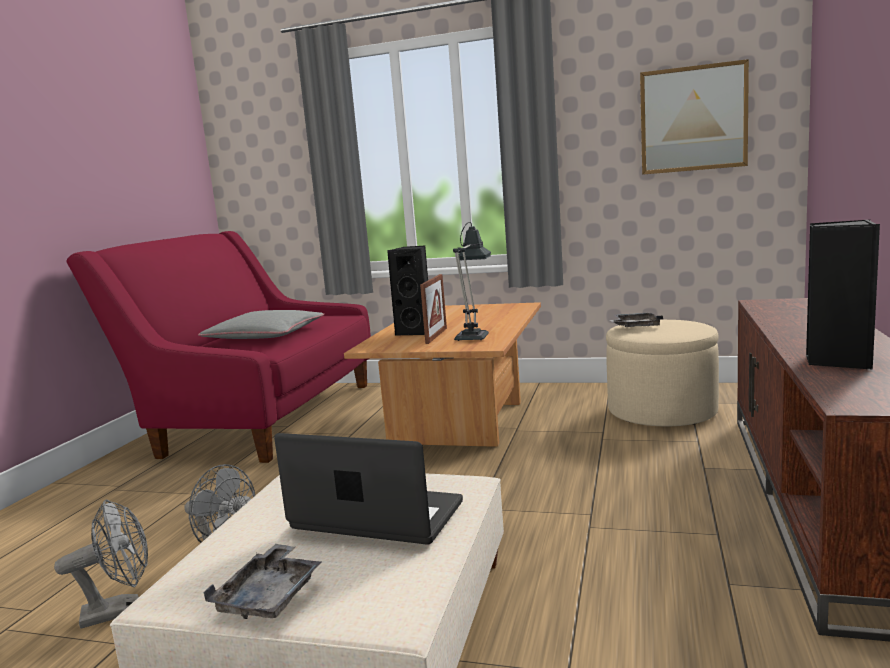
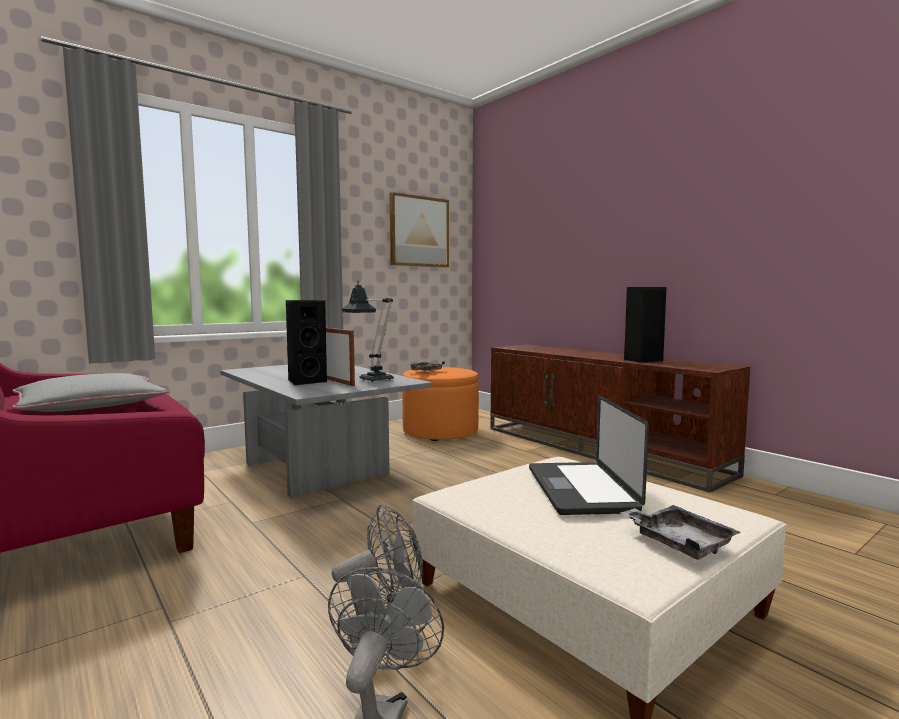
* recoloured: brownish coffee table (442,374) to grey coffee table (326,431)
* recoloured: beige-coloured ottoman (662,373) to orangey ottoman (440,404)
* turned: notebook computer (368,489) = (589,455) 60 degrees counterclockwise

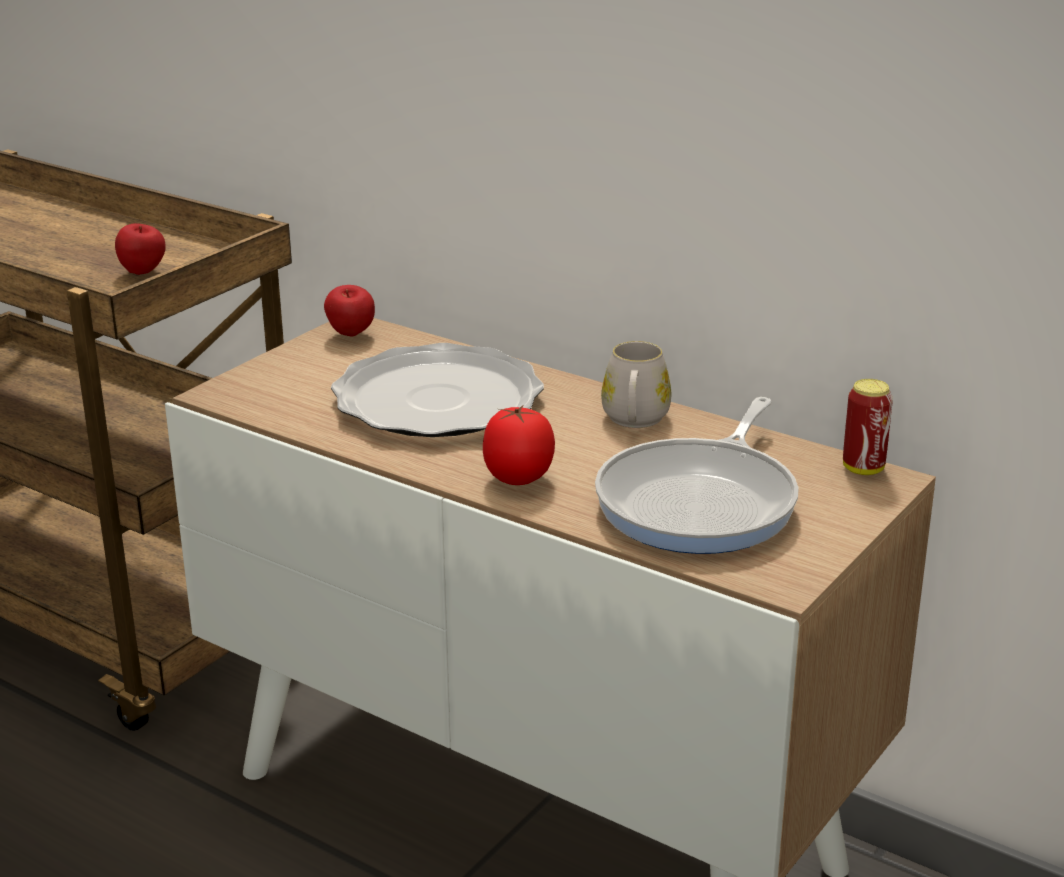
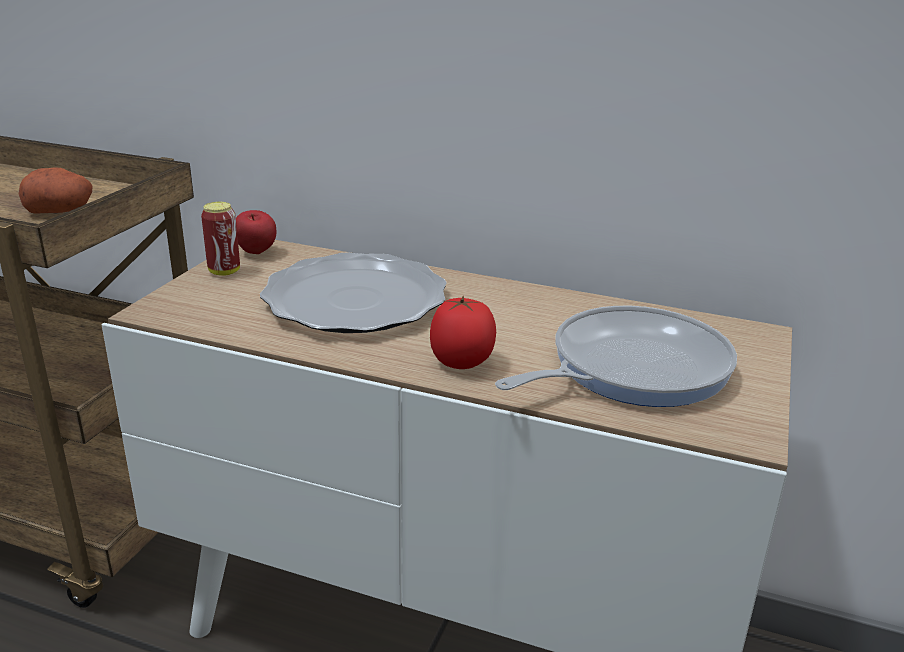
* removed: whitish coffee mug (636,384)
* moved: can (868,427) to (220,239)
* replaced: apple fruit (140,249) to potato (55,190)
* turned: frying pan (696,475) = (616,356) 135 degrees counterclockwise

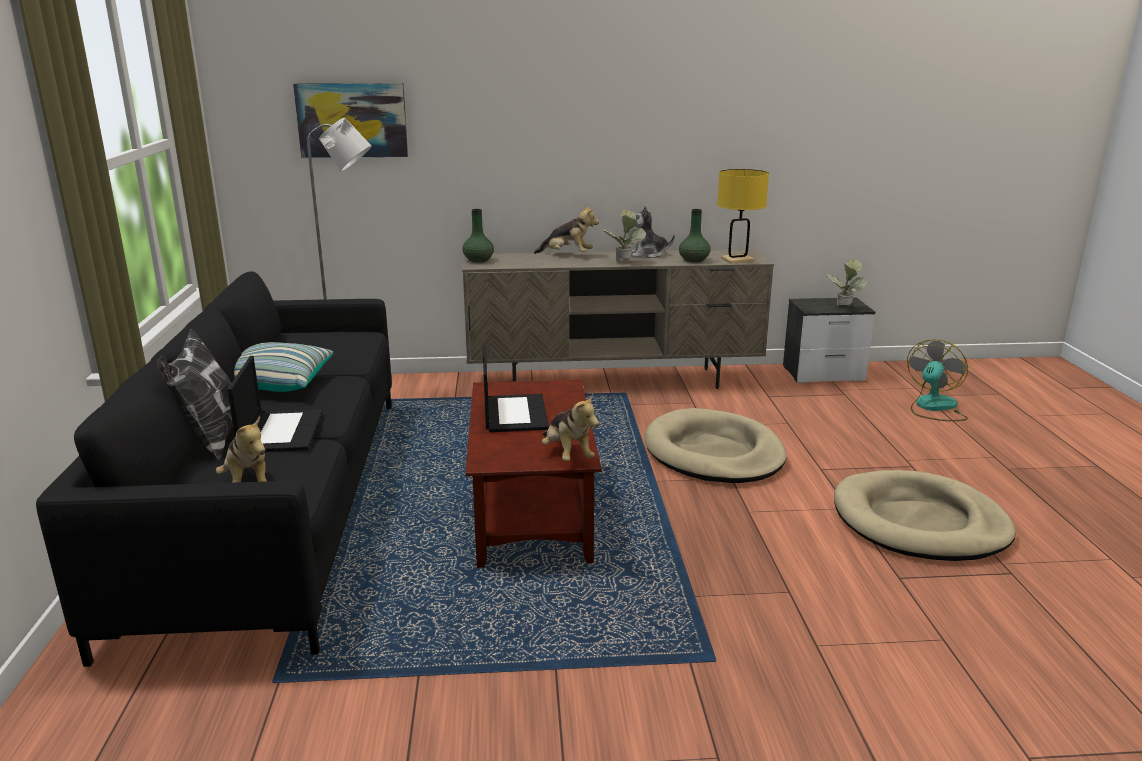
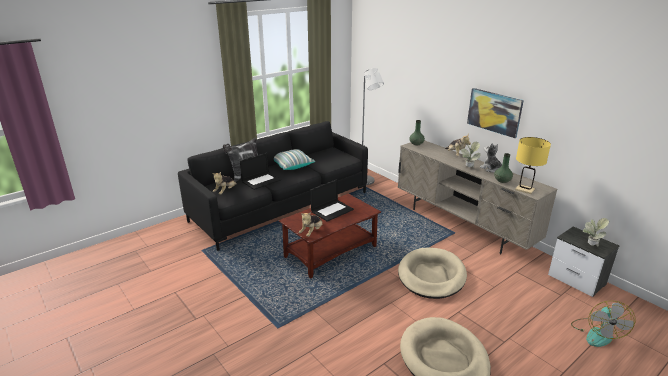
* moved: picture (350,120) to (495,113)
* turned: cooling fan (937,380) = (603,324) 105 degrees clockwise

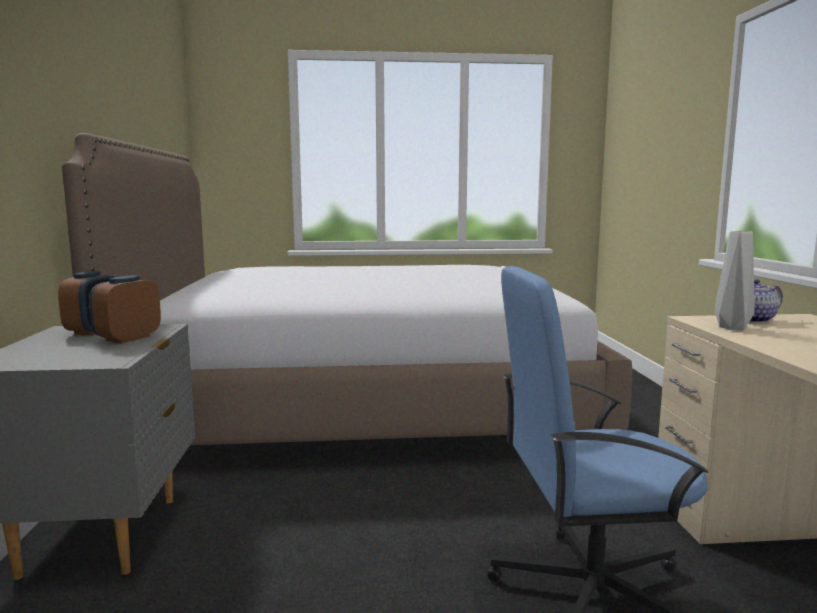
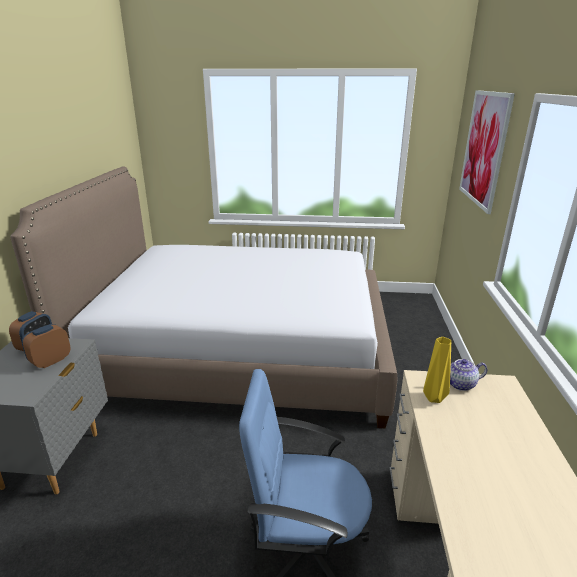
* added: picture (487,152)
* recoloured: grey decorative vase (735,280) to yellow-coloured decorative vase (437,370)

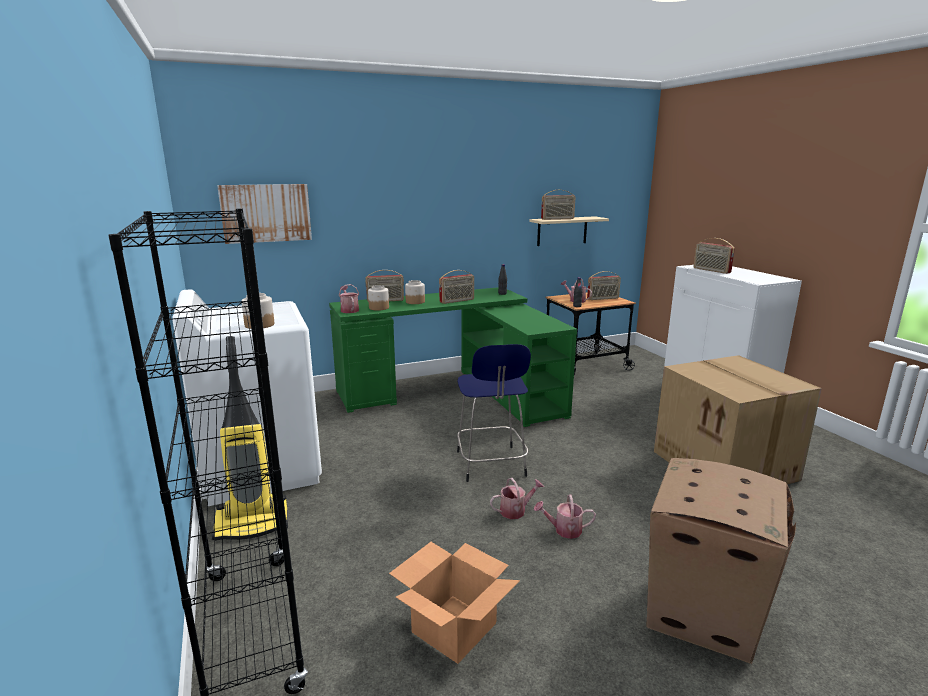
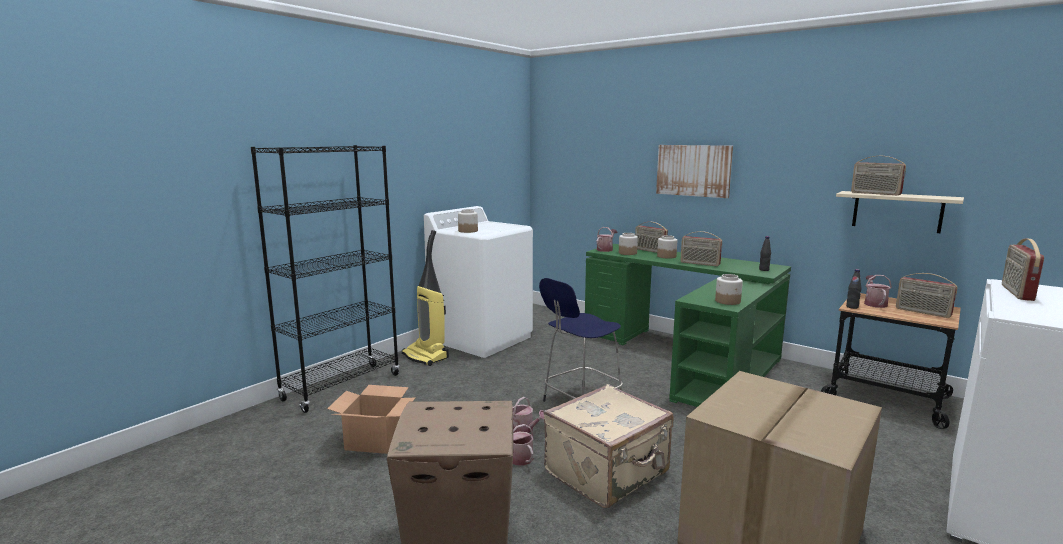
* added: beige-coloured suitcase (609,446)
* added: storage jar (729,289)
* moved: picture (264,214) to (694,171)

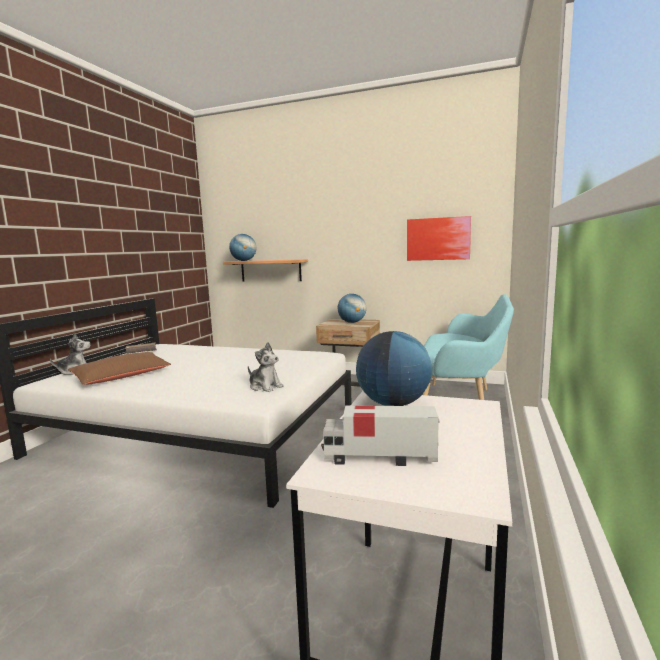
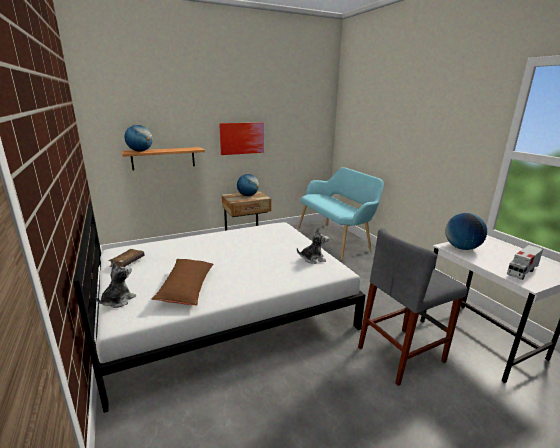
* added: grey stool (413,307)
* moved: picture (439,238) to (241,138)

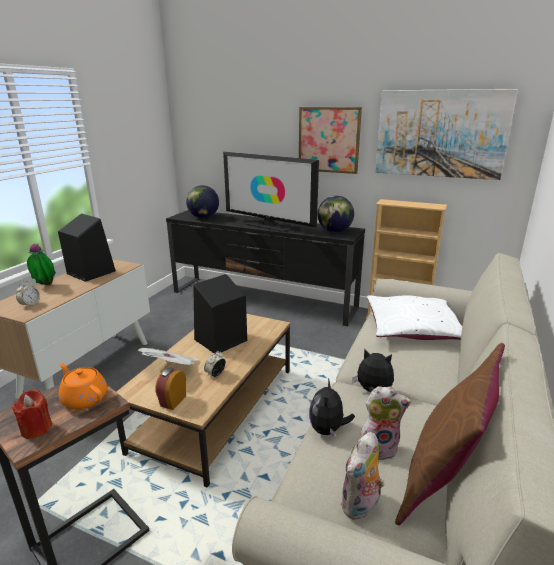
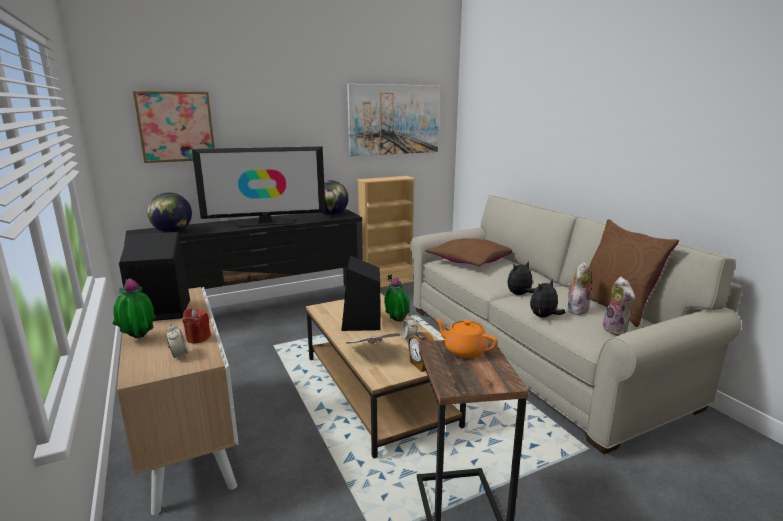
* added: potted plant (396,299)
* moved: red candle (32,414) to (197,325)
* moved: picture (330,140) to (174,127)
* recoloured: whitish cushion (414,317) to brownish cushion (468,252)
* turned: orangey tea pot (83,386) = (466,338) 45 degrees clockwise
* turned: plush toy (332,408) = (548,298) 90 degrees clockwise

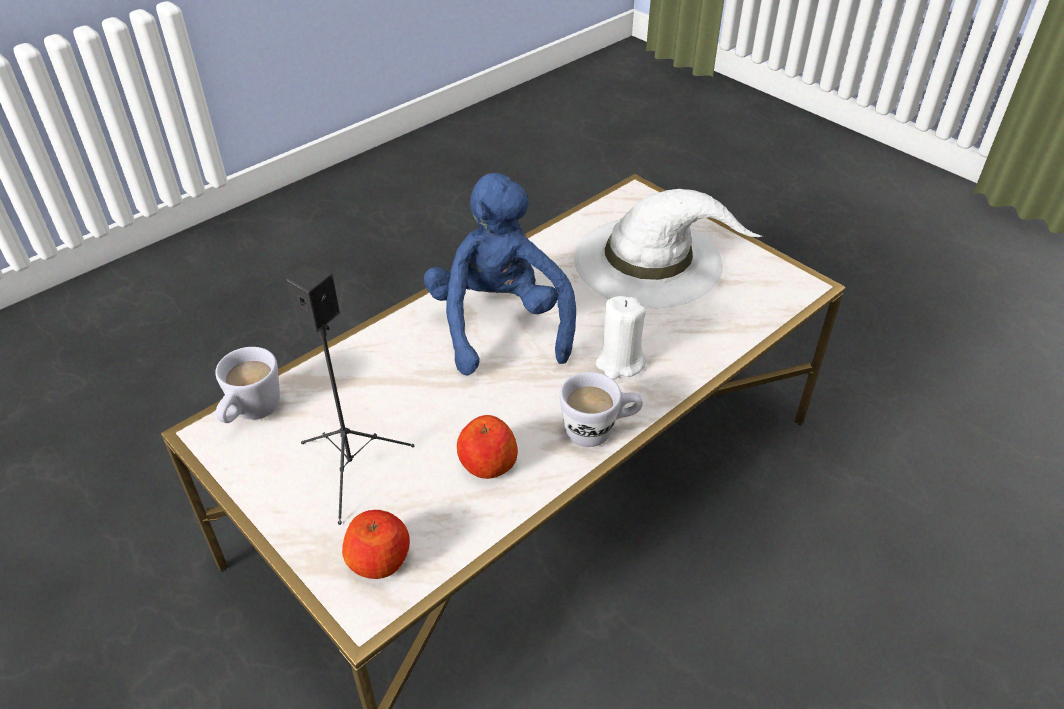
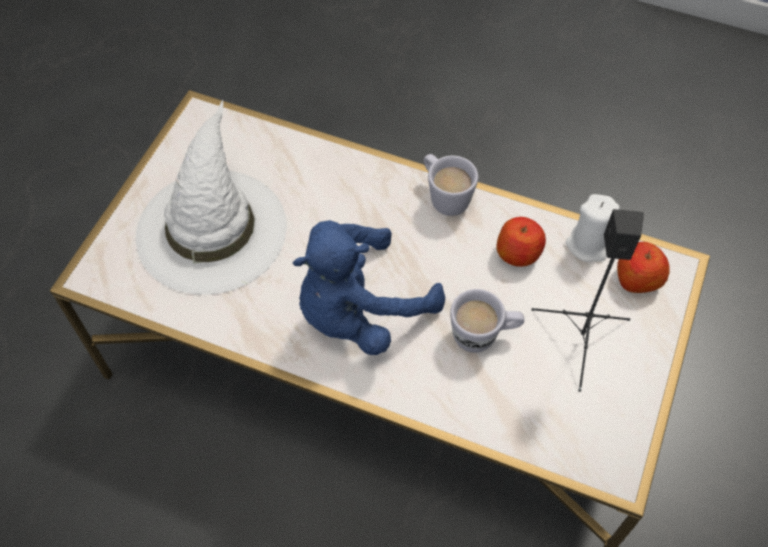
* moved: whitish coffee mug (247,385) to (487,321)
* moved: whitish candle (621,338) to (592,228)

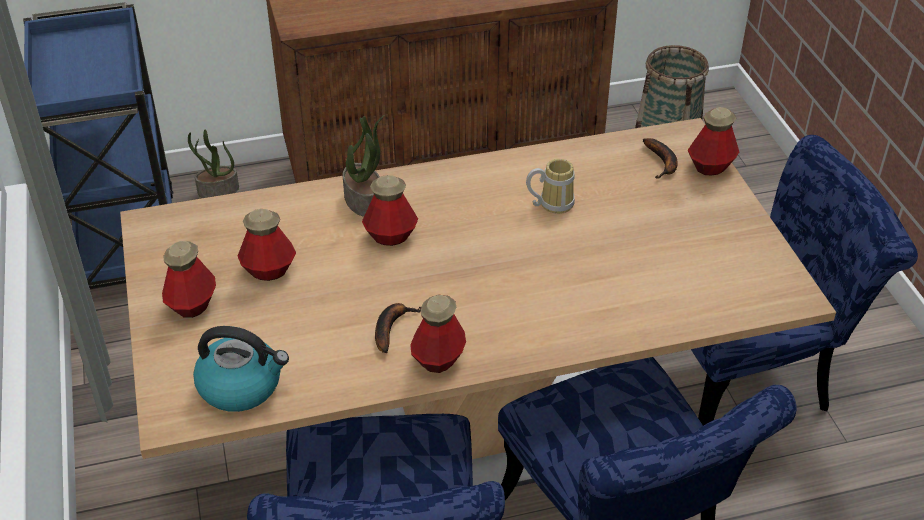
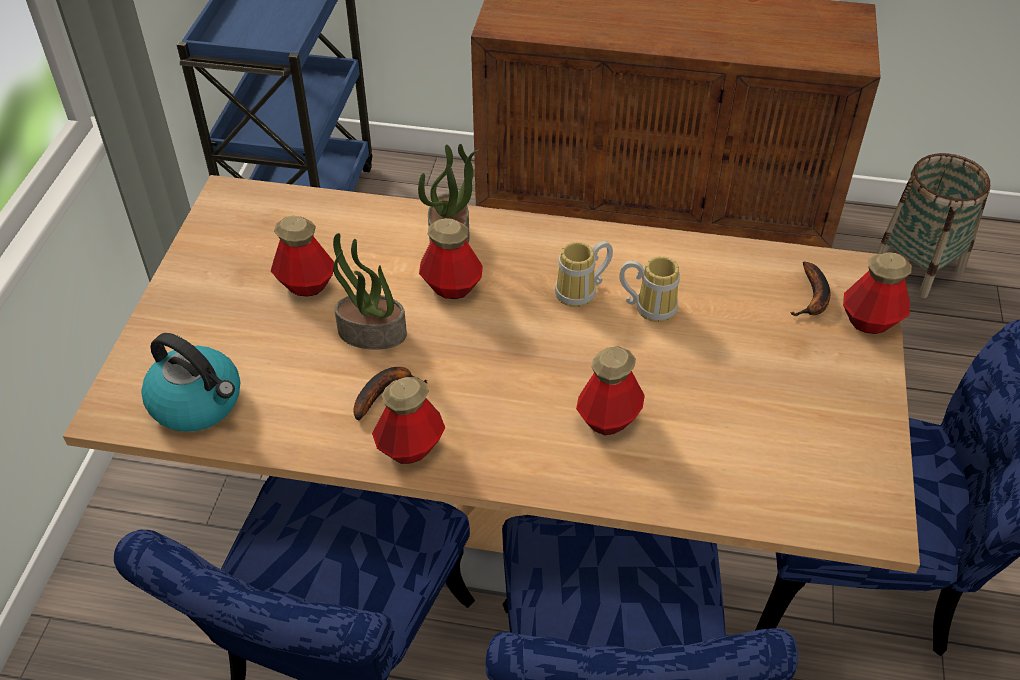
* added: coffee mug (584,274)
* moved: drink bottle (189,279) to (610,390)
* moved: potted plant (213,163) to (370,291)

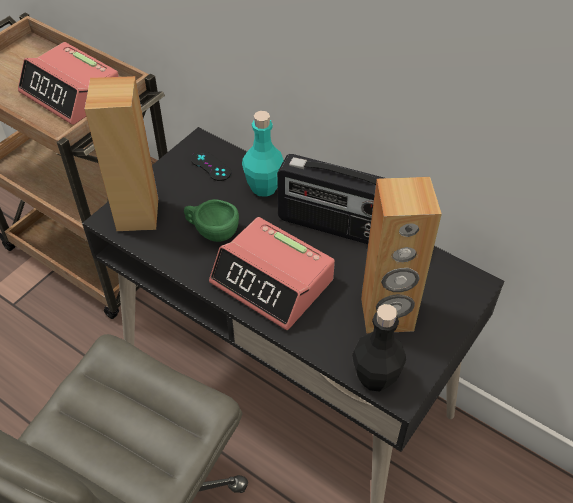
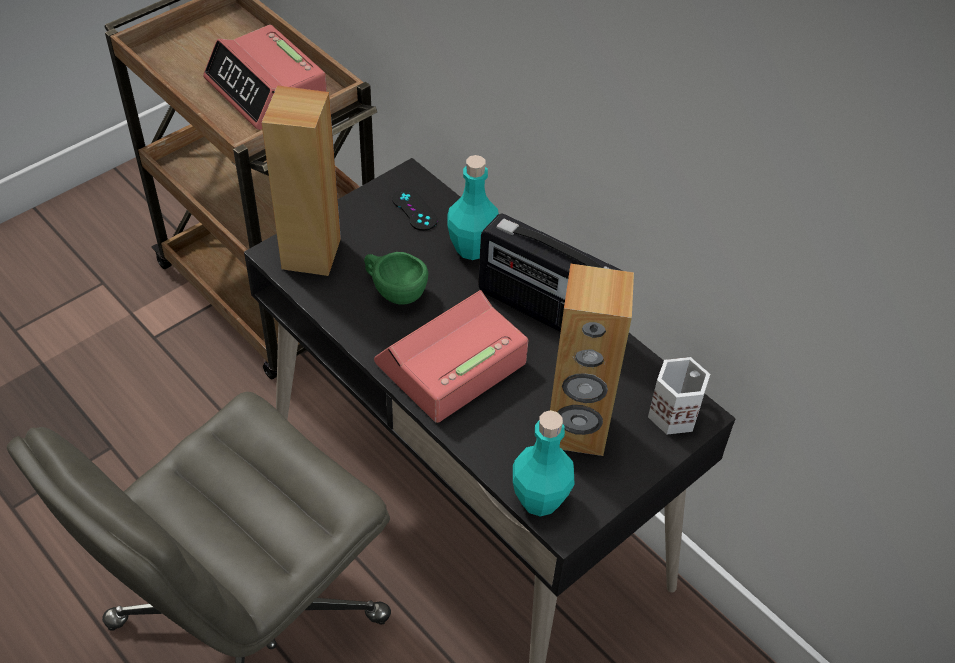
* added: whitish coffee mug (679,396)
* recoloured: black drink bottle (379,347) to blue-green drink bottle (544,463)
* turned: table clock (272,273) = (451,356) 90 degrees clockwise

